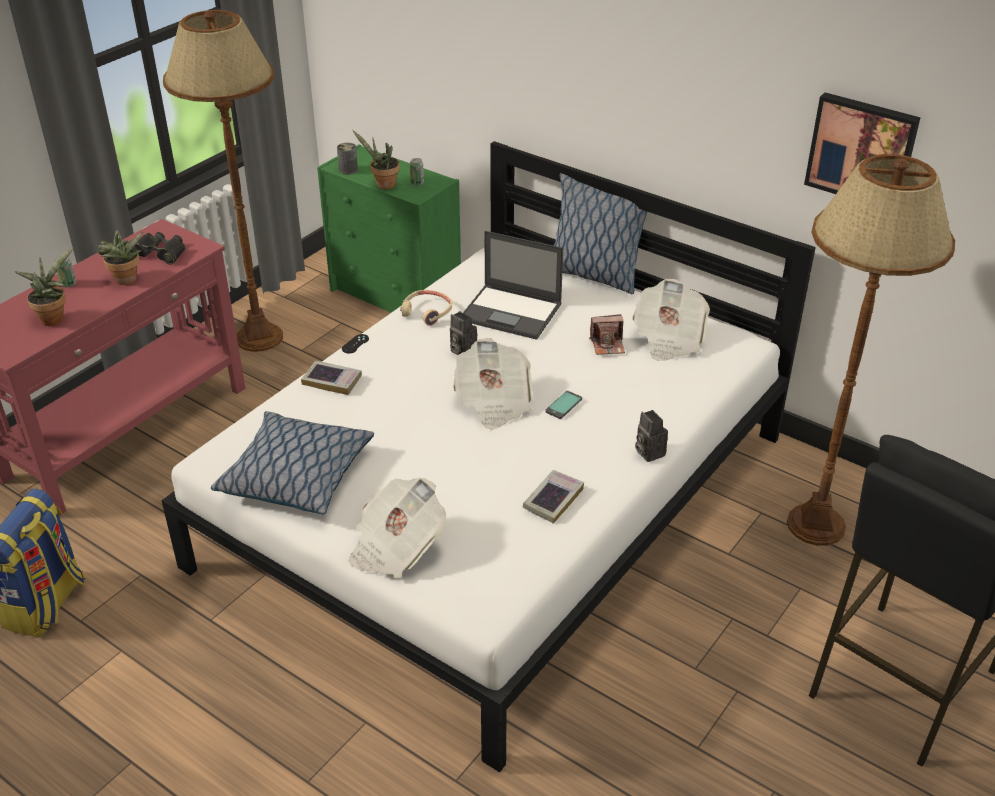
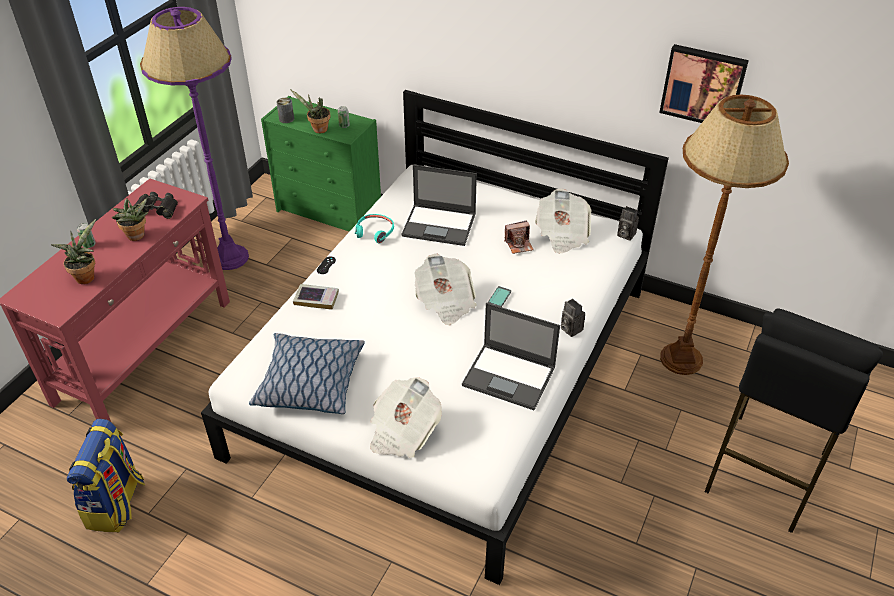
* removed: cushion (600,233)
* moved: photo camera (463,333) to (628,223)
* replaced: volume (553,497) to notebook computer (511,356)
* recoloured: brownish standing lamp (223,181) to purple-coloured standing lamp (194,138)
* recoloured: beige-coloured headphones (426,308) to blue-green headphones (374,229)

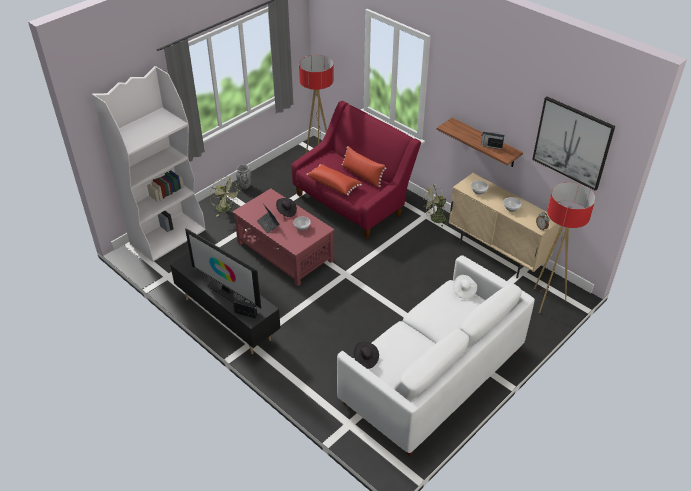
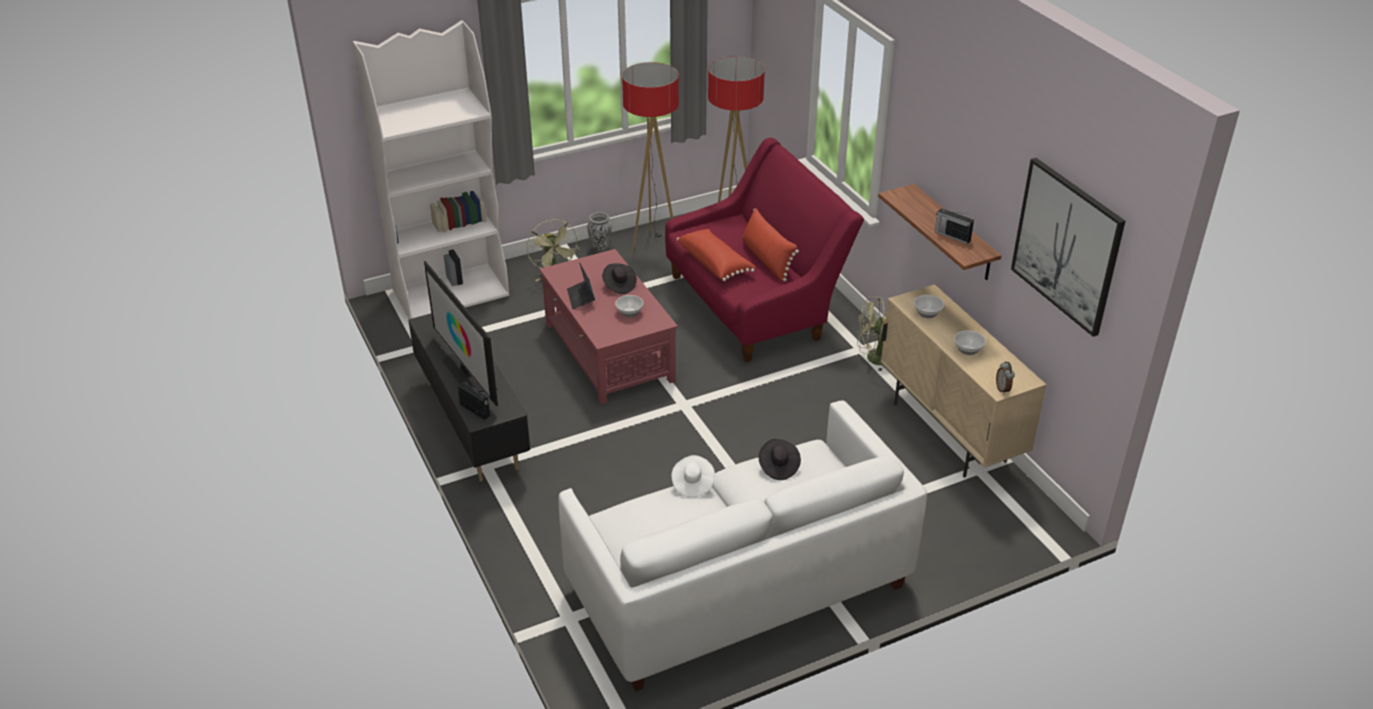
* moved: black hat (366,355) to (780,459)
* moved: whitish hat (465,287) to (693,476)
* moved: standing lamp (565,247) to (650,158)

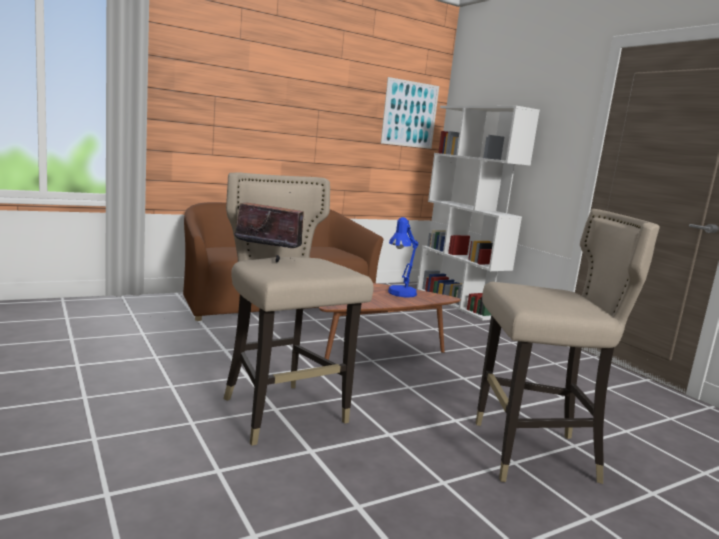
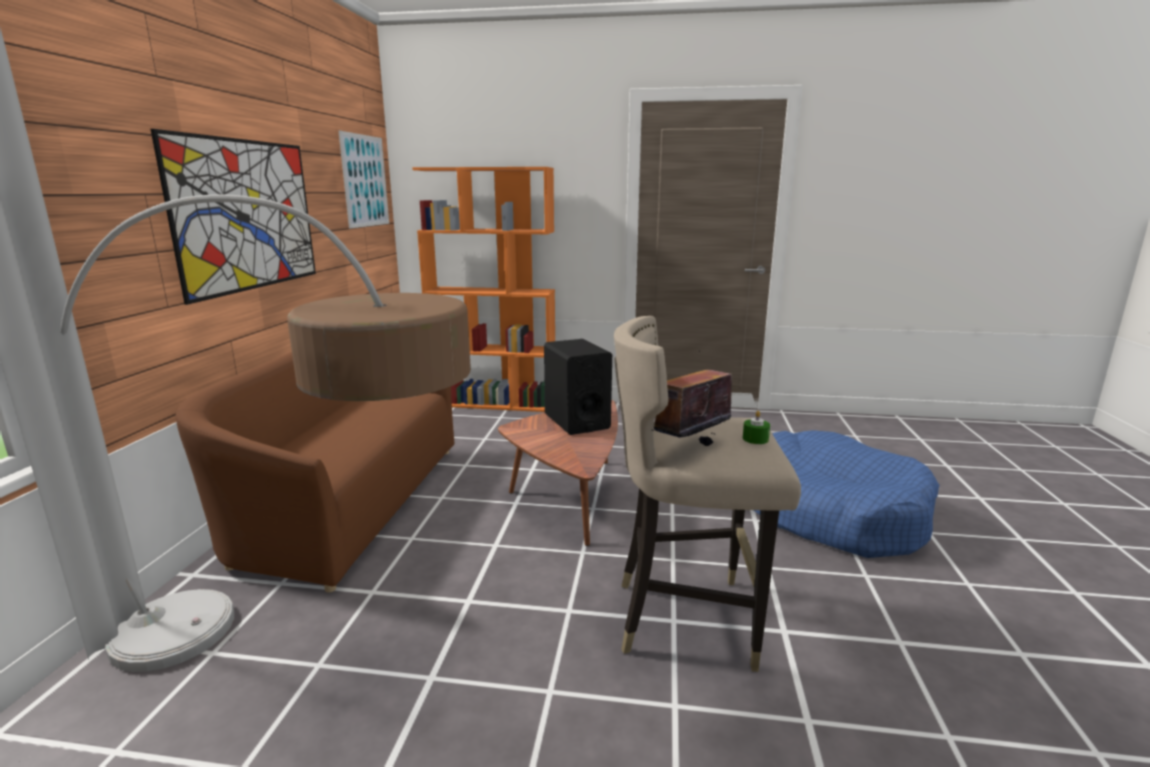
* added: standing lamp (266,433)
* added: picture (233,217)
* added: greenish candle (756,427)
* replaced: blue-coloured tabletop lamp (403,257) to black speaker (578,387)
* replaced: beige-coloured stool (568,346) to blue-coloured dog cushion (846,494)
* recoloured: whitish bookcase (478,213) to orangey bookcase (483,289)

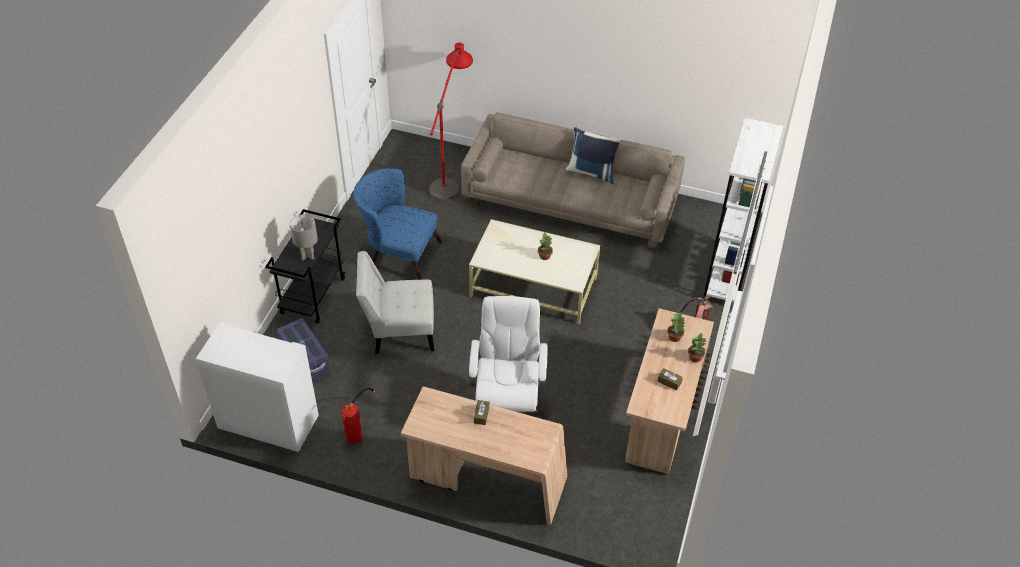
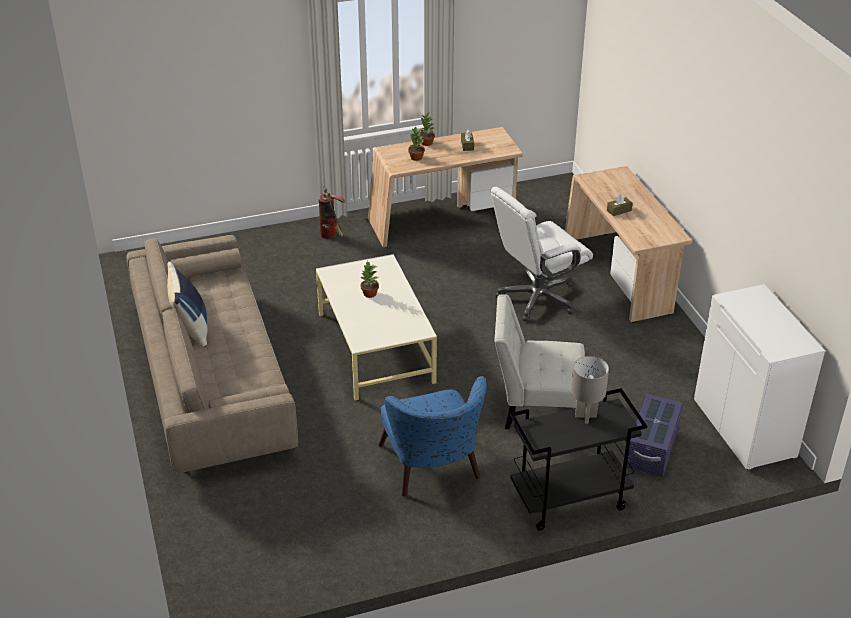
* removed: extinguisher (358,415)
* removed: red standing lamp (451,122)
* removed: whitish bookcase (743,210)
* turned: whitish upright chair (395,302) = (539,361) 135 degrees clockwise

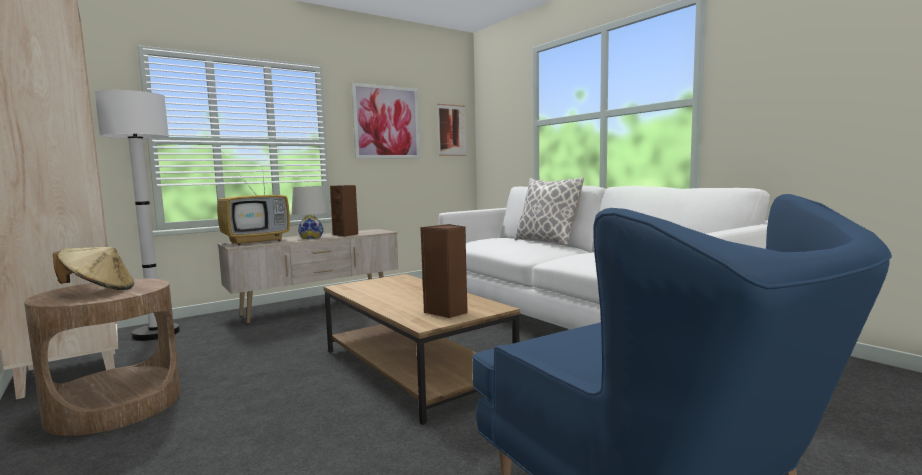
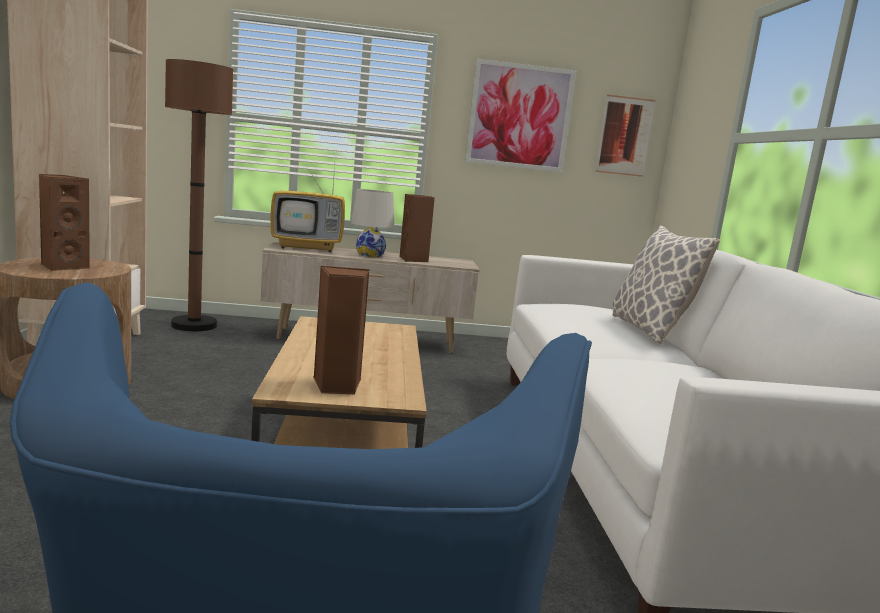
* replaced: beige-coloured hat (93,268) to brownish speaker (64,222)
* recoloured: whitish standing lamp (137,215) to brownish standing lamp (199,195)

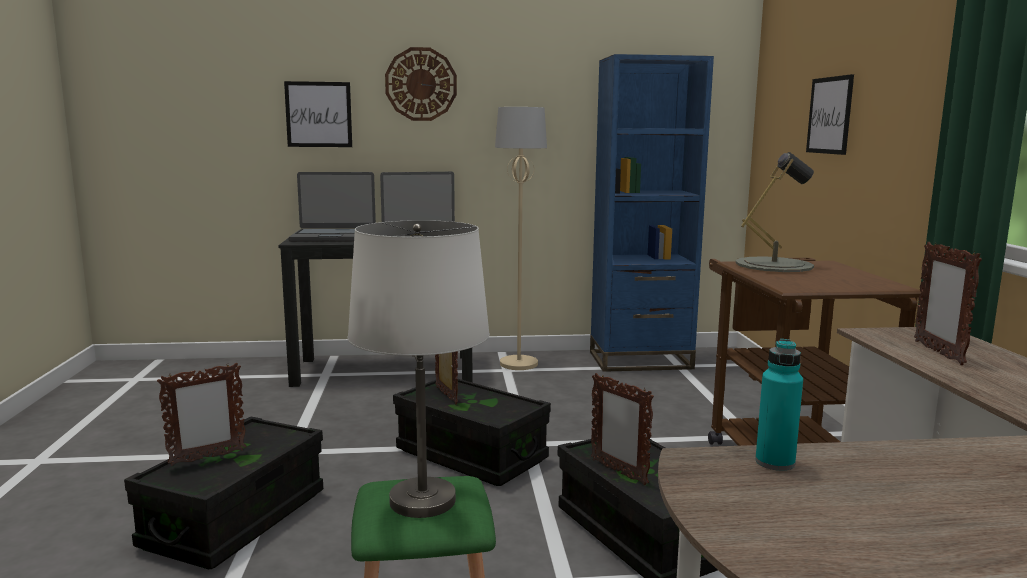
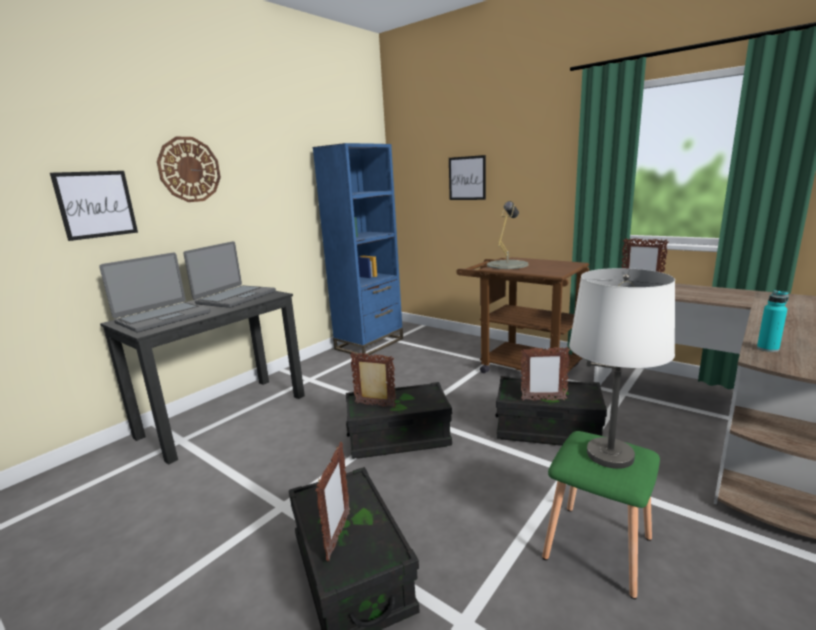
* removed: beige-coloured standing lamp (521,238)

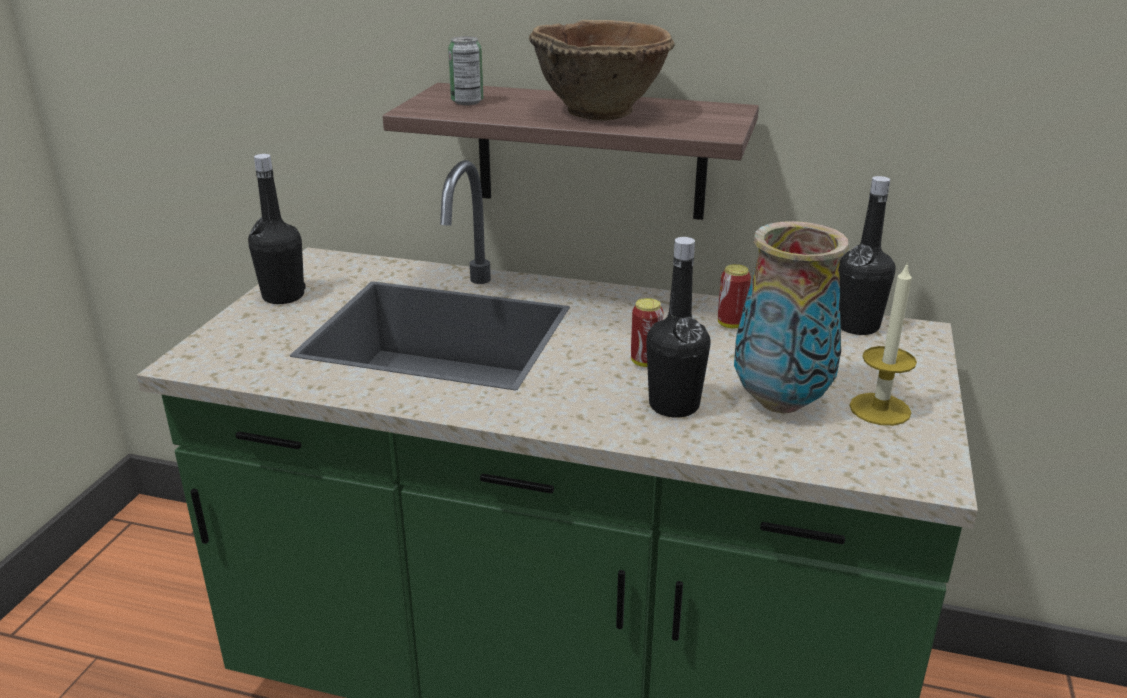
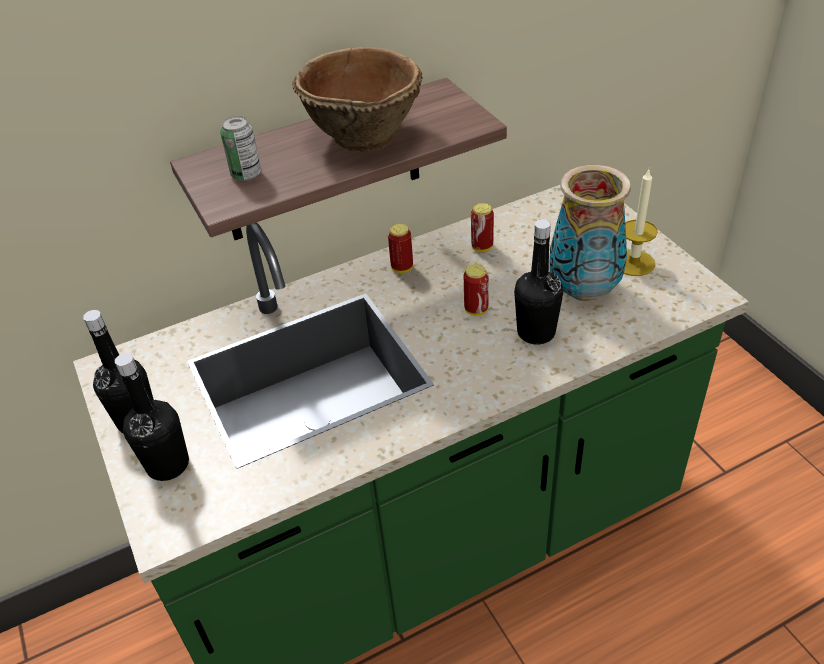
* added: can (400,248)
* moved: black drink bottle (867,255) to (152,417)

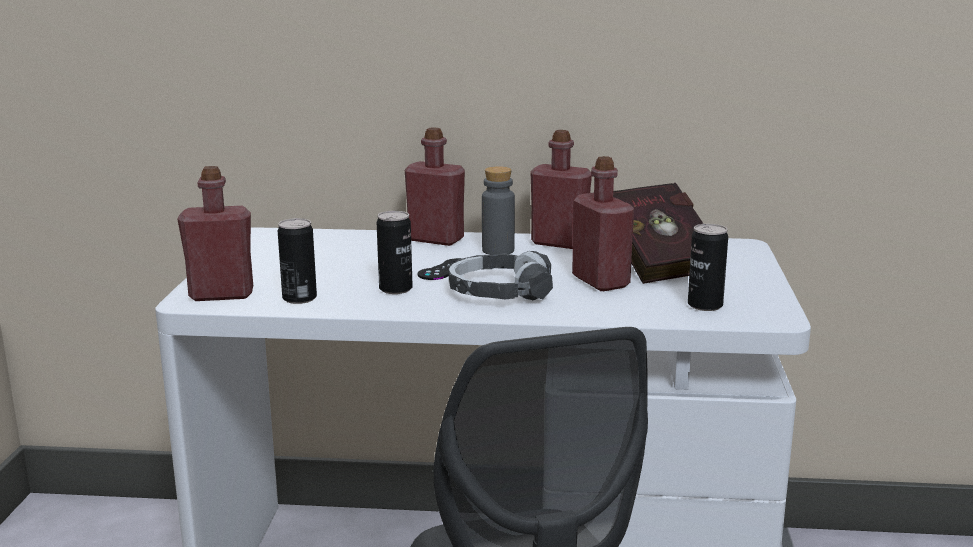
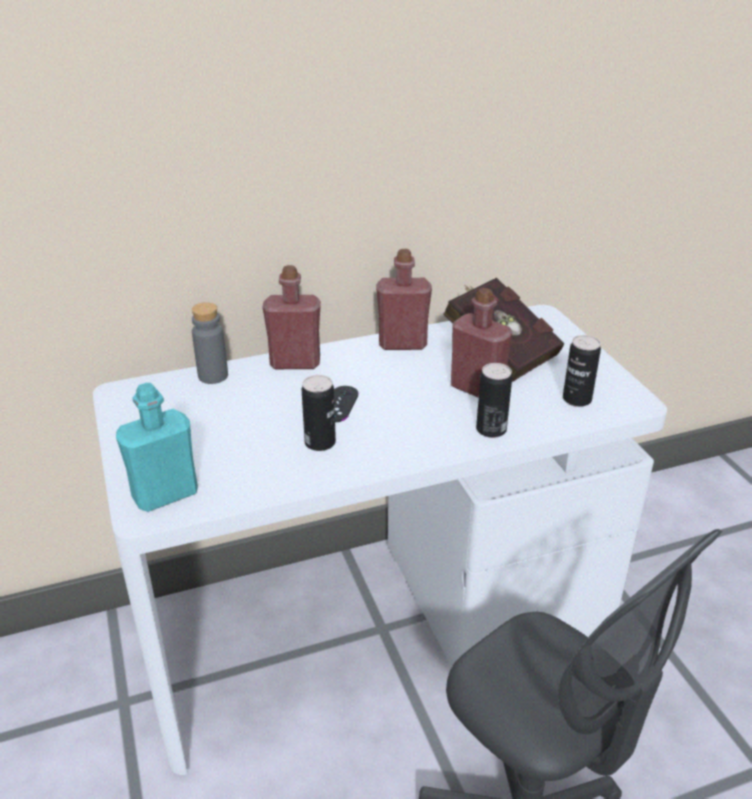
* removed: headphones (501,275)
* moved: can (297,261) to (494,400)
* moved: grey drink bottle (498,210) to (210,343)
* recoloured: red drink bottle (215,233) to blue-green drink bottle (157,447)

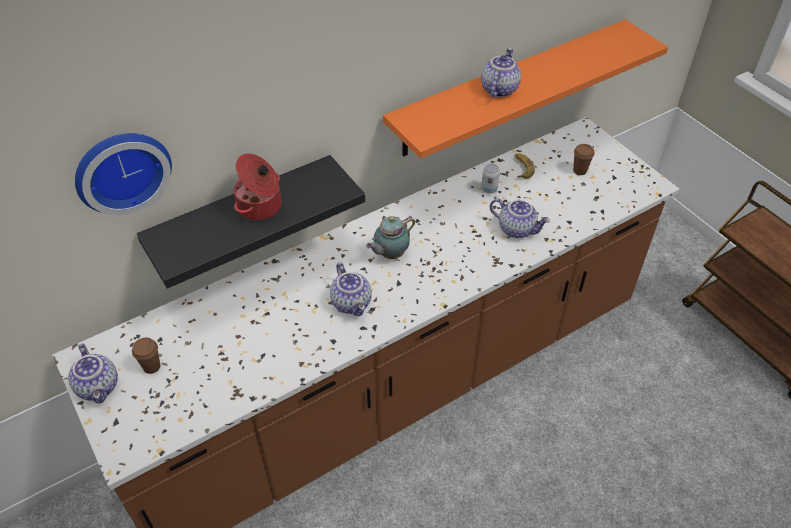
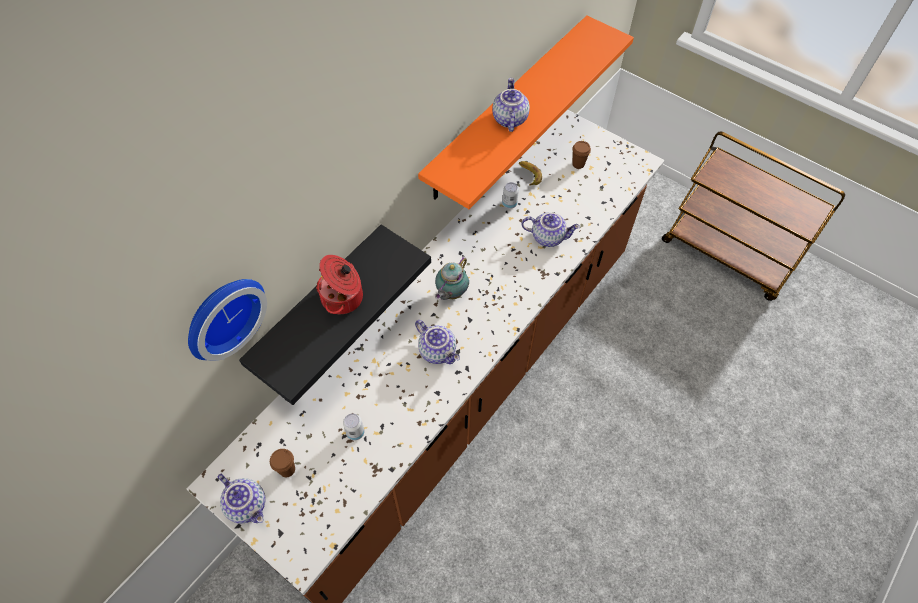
* added: can (353,426)

